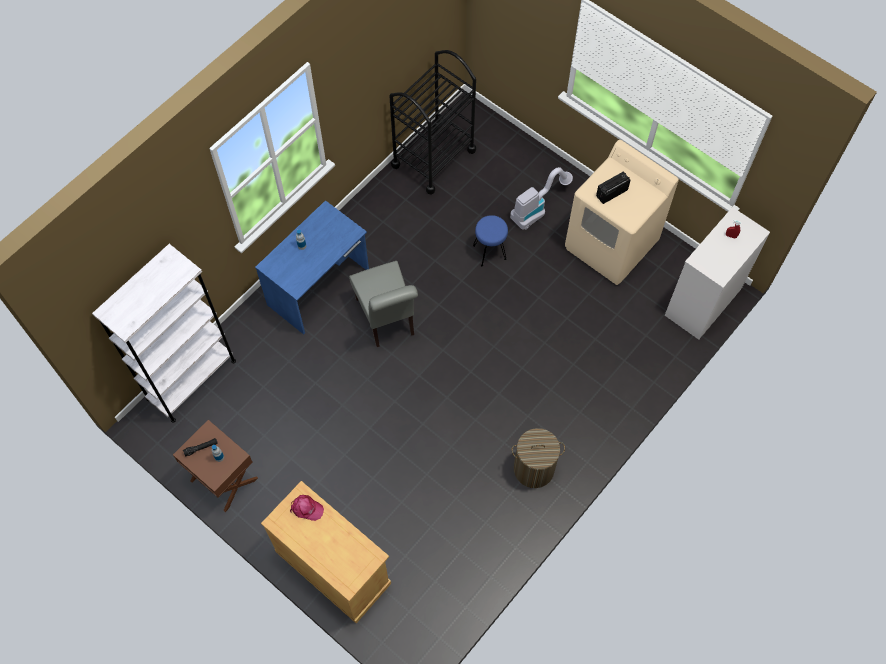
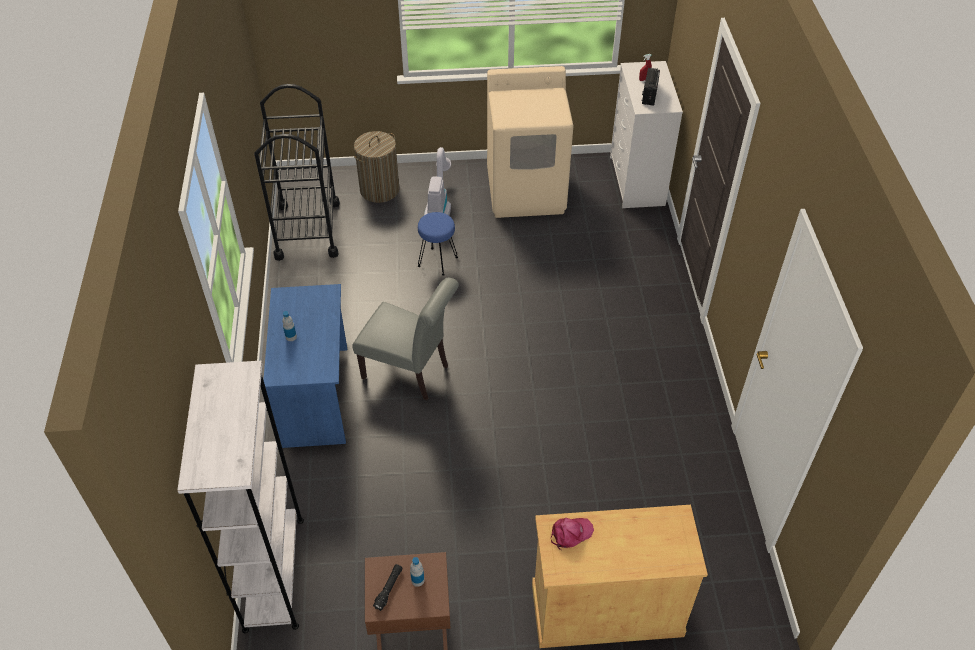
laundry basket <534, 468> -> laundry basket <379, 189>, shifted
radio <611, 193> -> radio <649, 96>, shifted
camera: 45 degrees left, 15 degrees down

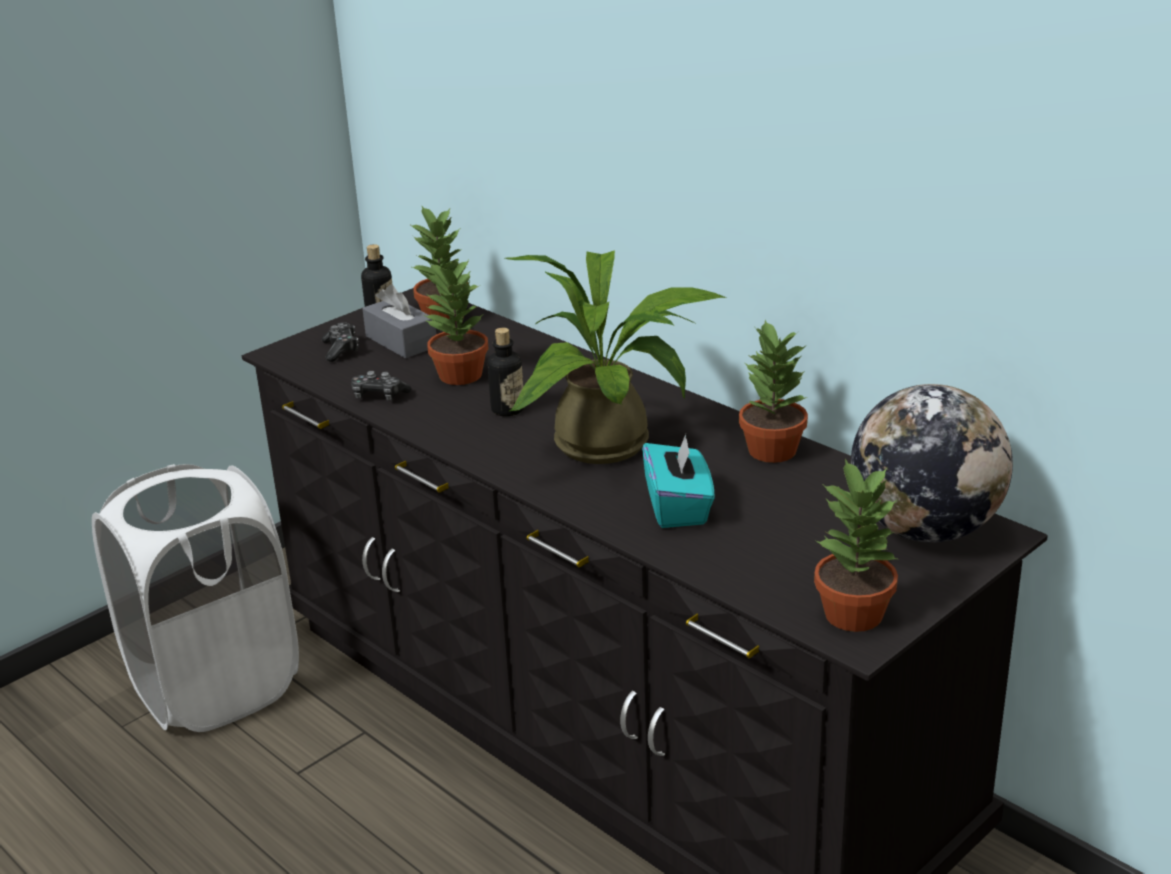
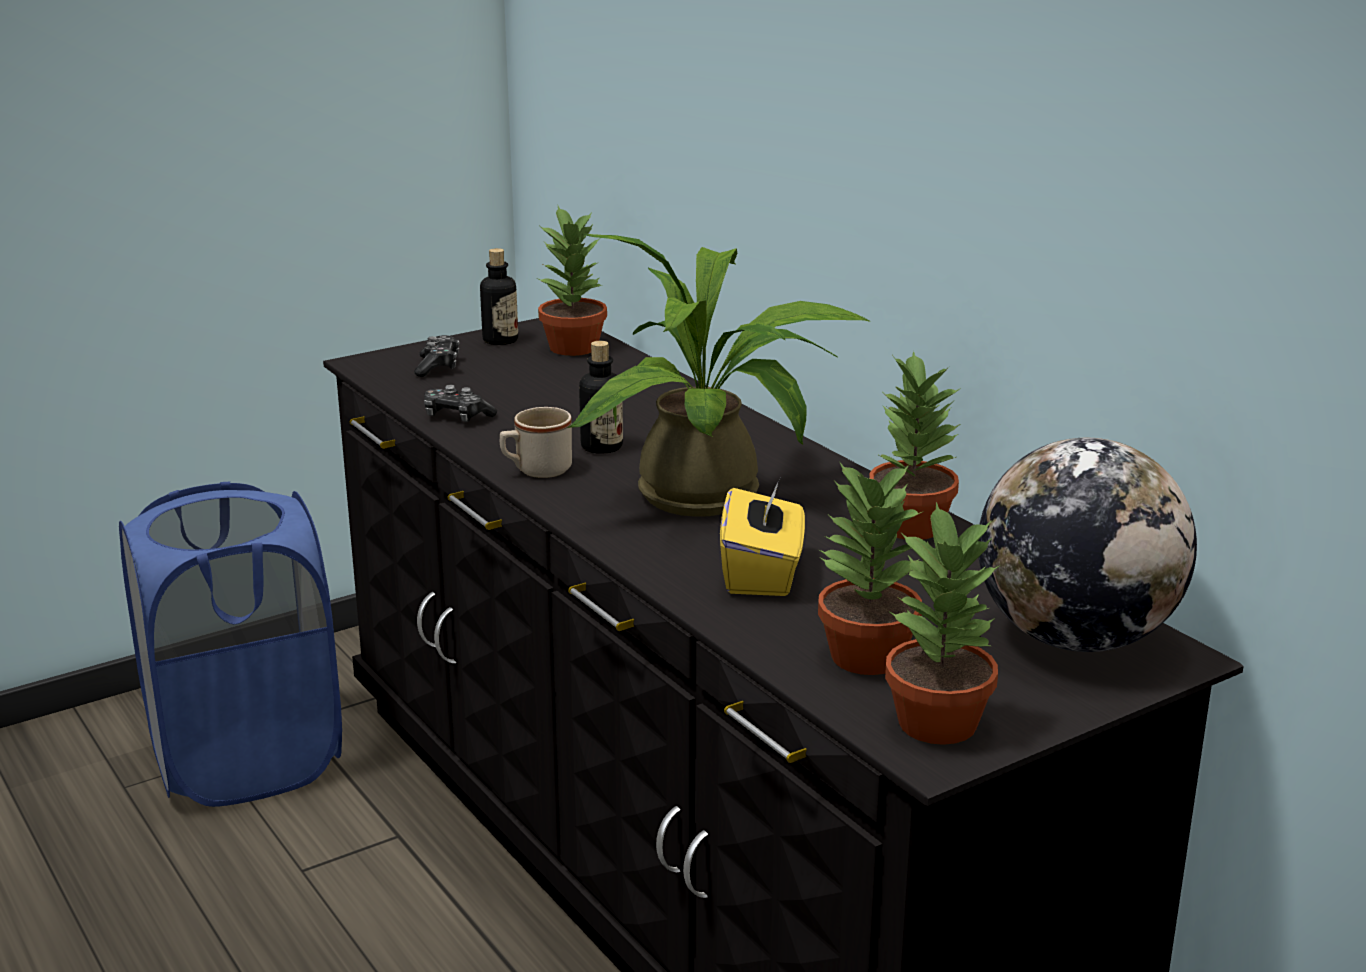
laundry basket in white <216, 686> -> laundry basket in blue <246, 759>
none -> mug in beige <536, 470>
tissue box in turquoise <678, 507> -> tissue box in yellow <762, 574>
potted plant <459, 375> -> potted plant <864, 656>, shifted
tissue box in grey <401, 341> -> none
camera: 10 degrees right, 5 degrees down

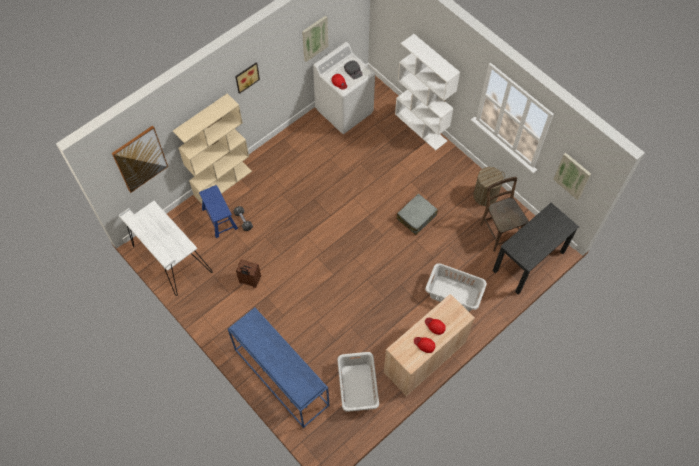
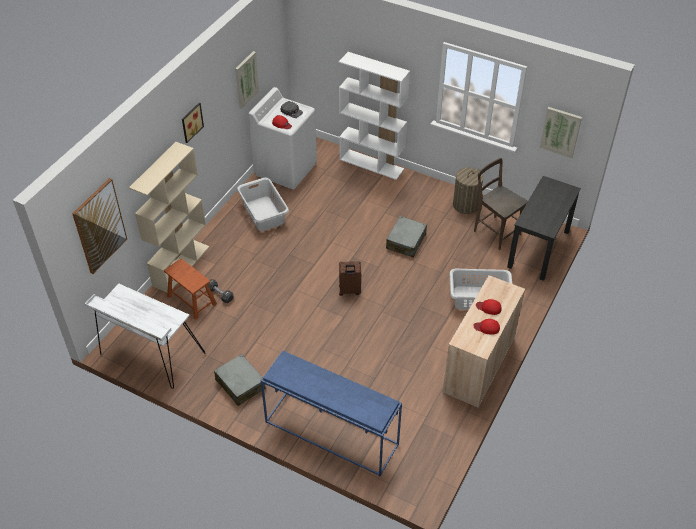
stool in blue <219, 218> -> stool in brown <192, 300>
none -> suitcase in grey <240, 384>
laundry basket in grey <358, 387> -> laundry basket in grey <264, 213>, shifted
suitcase in brown <250, 281> -> suitcase in brown <349, 291>, shifted
camera: 20 degrees left, 15 degrees down

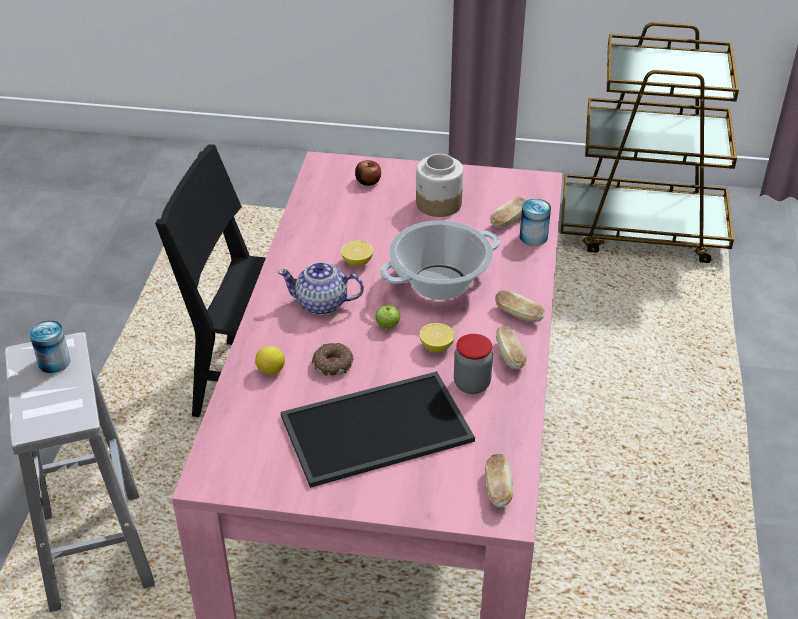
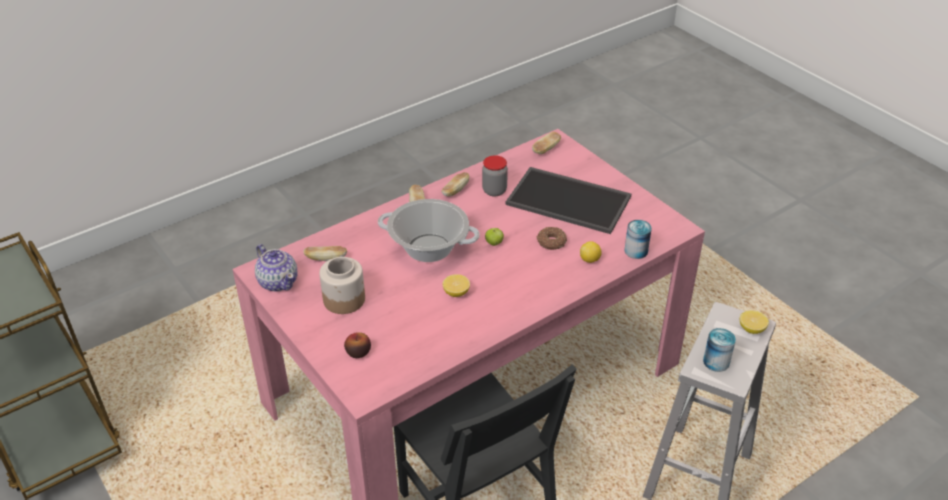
teapot <322, 304> -> teapot <278, 282>, shifted
can <533, 237> -> can <636, 251>, shifted
lemon <436, 346> -> lemon <751, 329>, shifted
camera: 135 degrees left, 0 degrees up

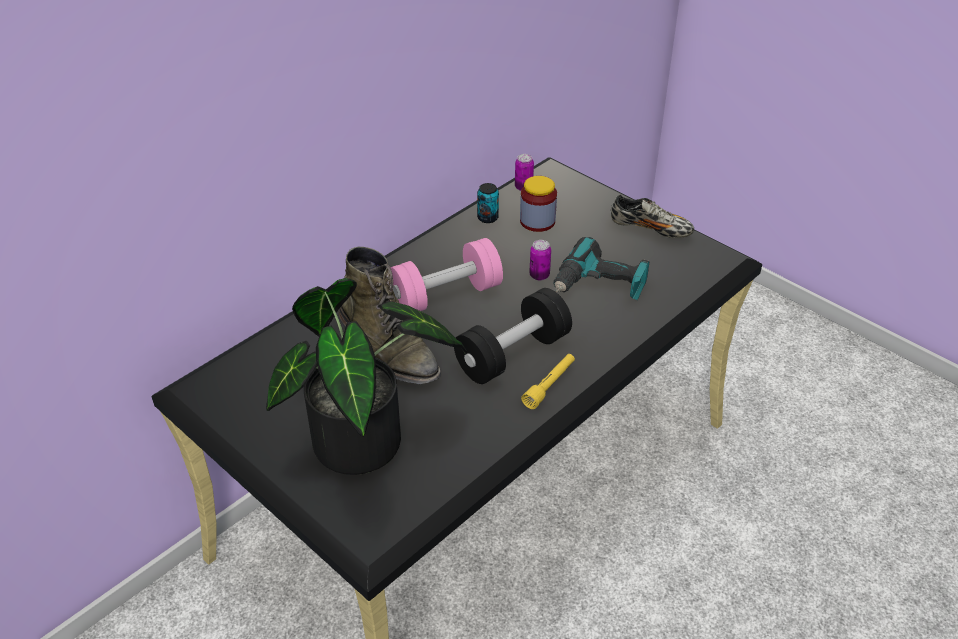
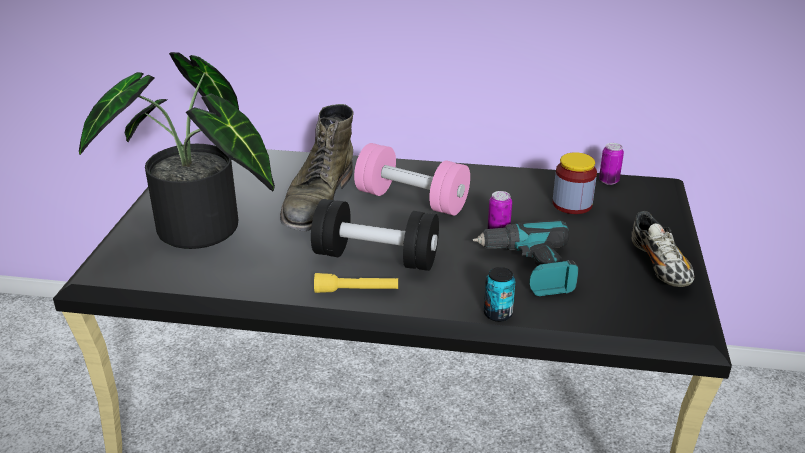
can <487, 218> -> can <498, 314>, shifted
camera: 55 degrees right, 10 degrees down

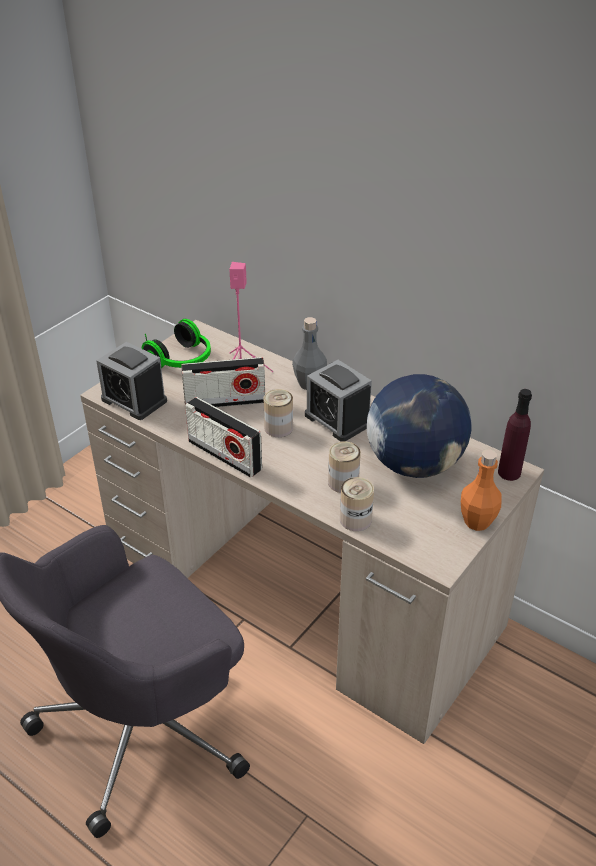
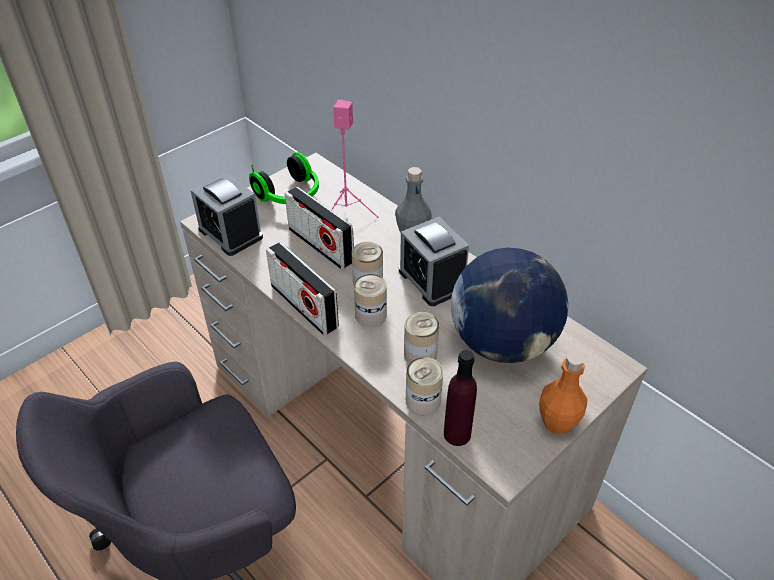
radio <225, 401> -> radio <320, 245>, 45 degrees clockwise
none -> can <370, 315>
bottle in purple <509, 472> -> bottle in purple <457, 434>, shifted
camera: 10 degrees right, 5 degrees up

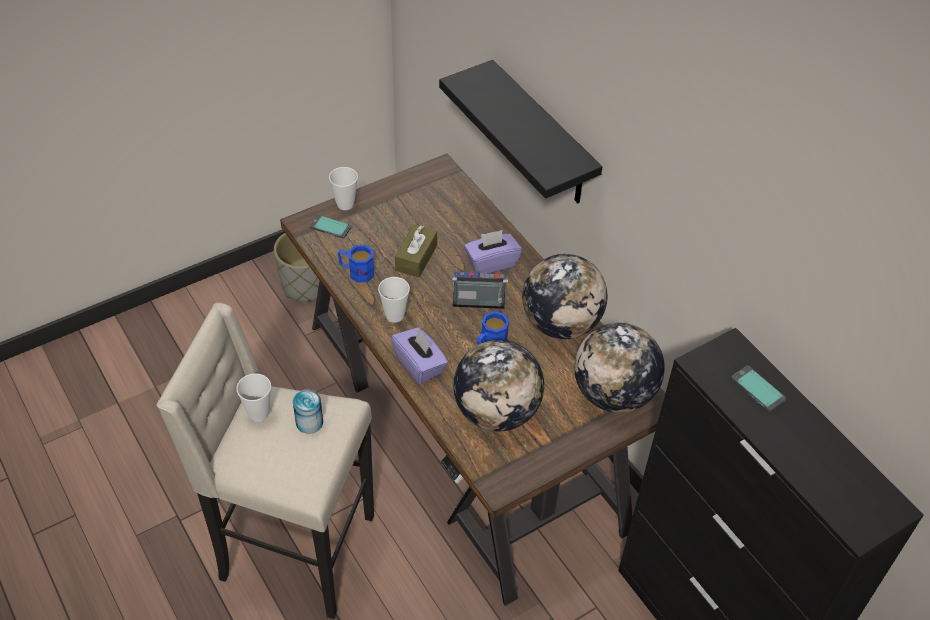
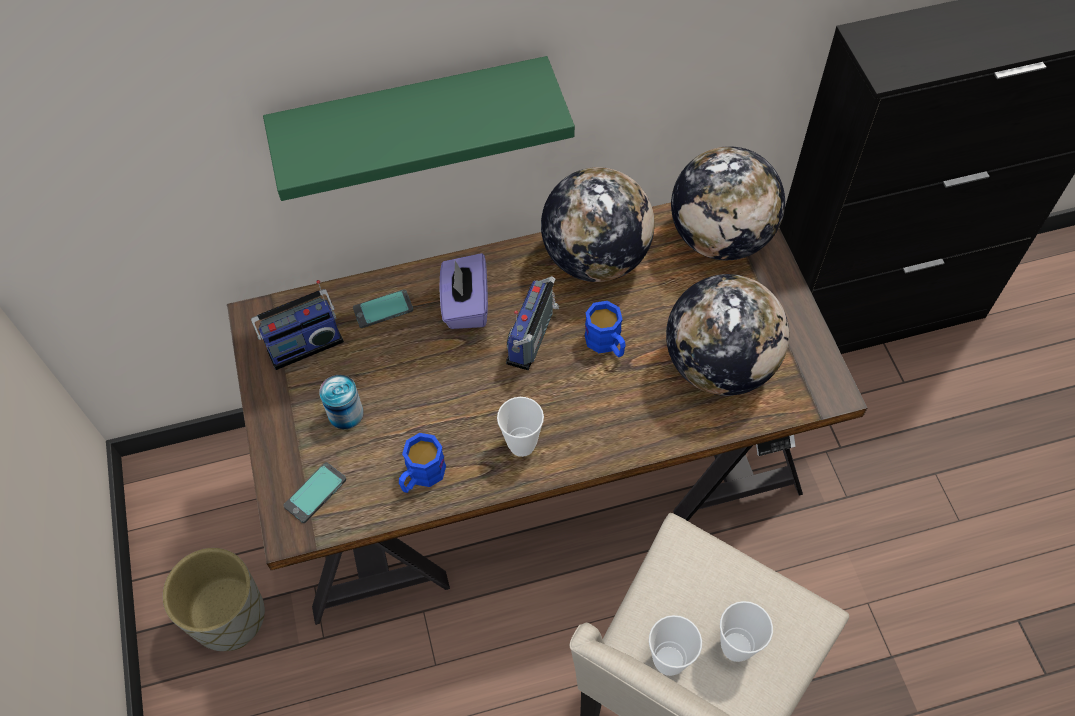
none -> radio <304, 344>
shelf in black <542, 136> -> shelf in green <413, 121>
can <309, 422> -> can <345, 413>, shifted
phone <757, 389> -> phone <383, 310>, shifted
cup <345, 204> -> cup <736, 647>, shifted
tissue box in purple <419, 365> -> none
tissue box in brown <416, 258> -> none
camera: 70 degrees left, 10 degrees up

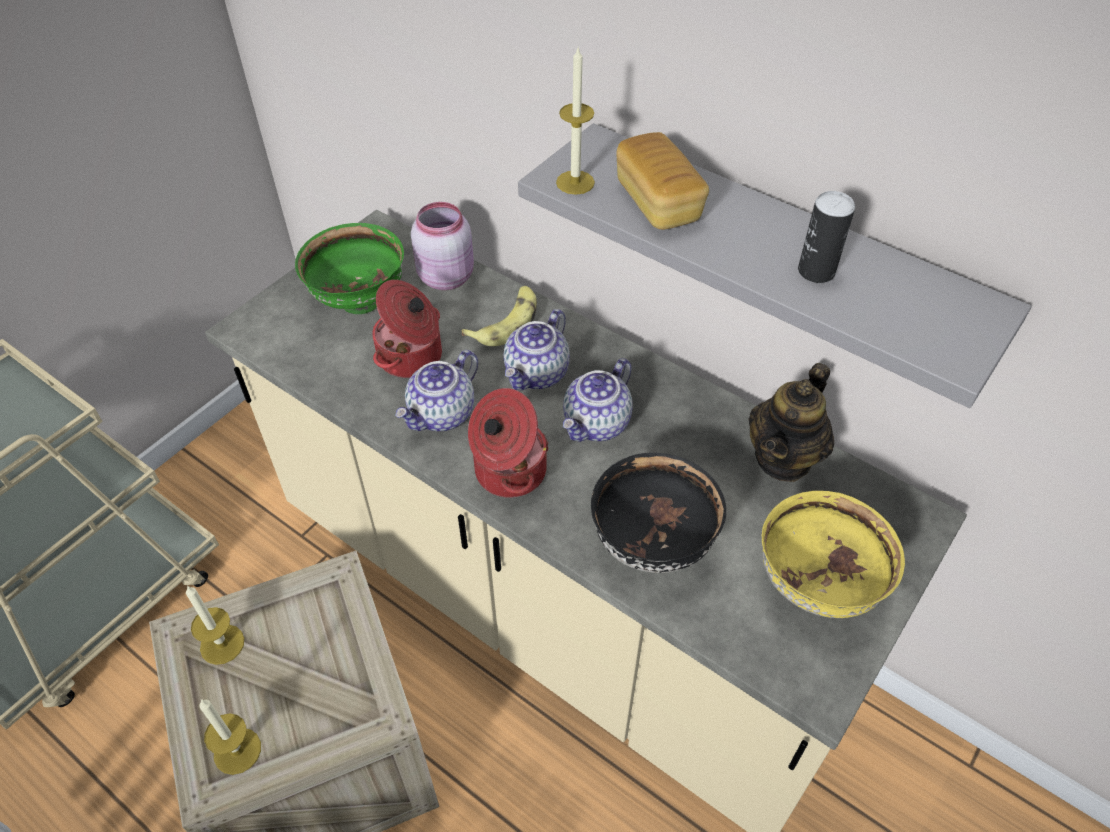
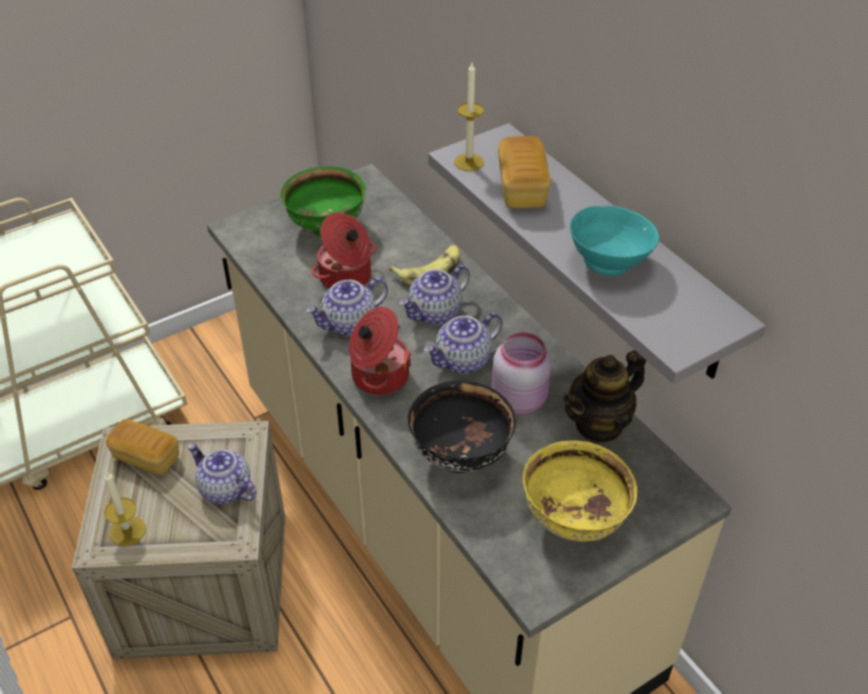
candle <222, 644> -> bread <146, 457>
none -> teapot <224, 489>
jar in pink <446, 276> -> jar in pink <519, 399>, shifted
can <816, 271> -> bowl in turquoise <610, 263>
camera: 20 degrees right, 5 degrees down

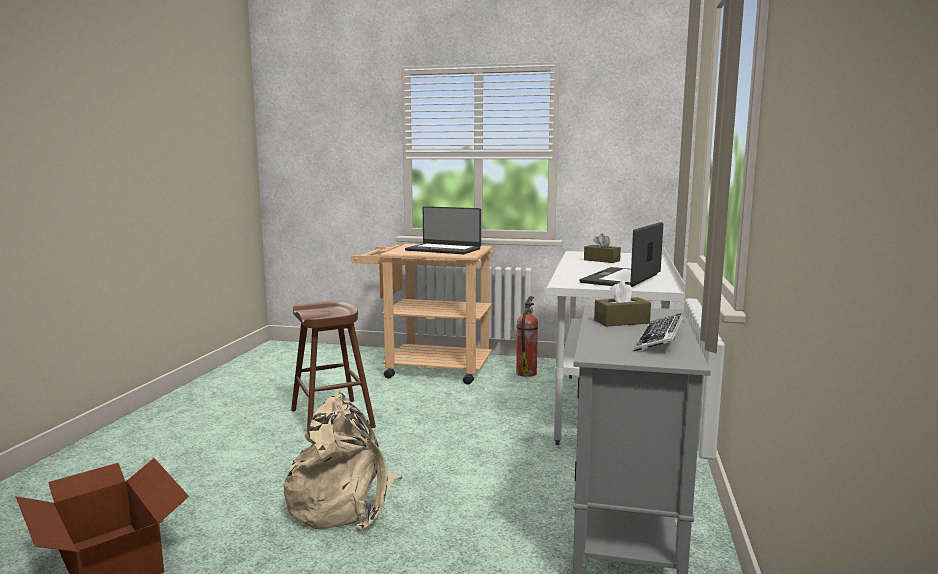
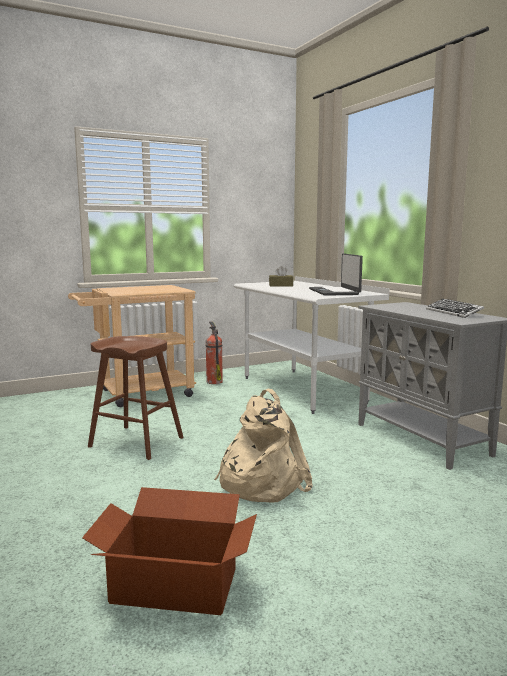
laptop <443, 249> -> none
tissue box in brown <621, 322> -> none
camera: 40 degrees left, 0 degrees up

